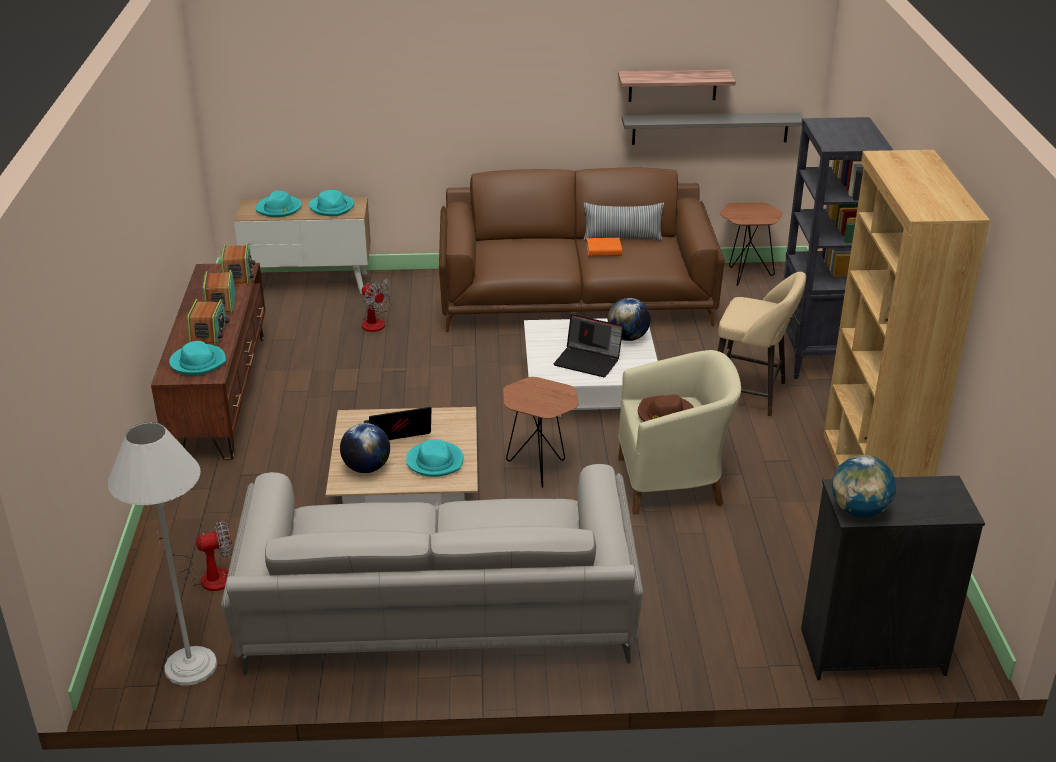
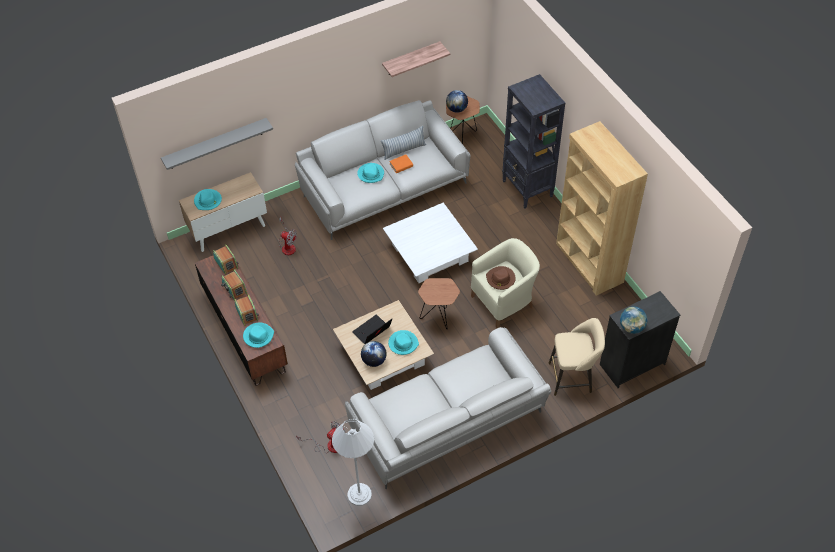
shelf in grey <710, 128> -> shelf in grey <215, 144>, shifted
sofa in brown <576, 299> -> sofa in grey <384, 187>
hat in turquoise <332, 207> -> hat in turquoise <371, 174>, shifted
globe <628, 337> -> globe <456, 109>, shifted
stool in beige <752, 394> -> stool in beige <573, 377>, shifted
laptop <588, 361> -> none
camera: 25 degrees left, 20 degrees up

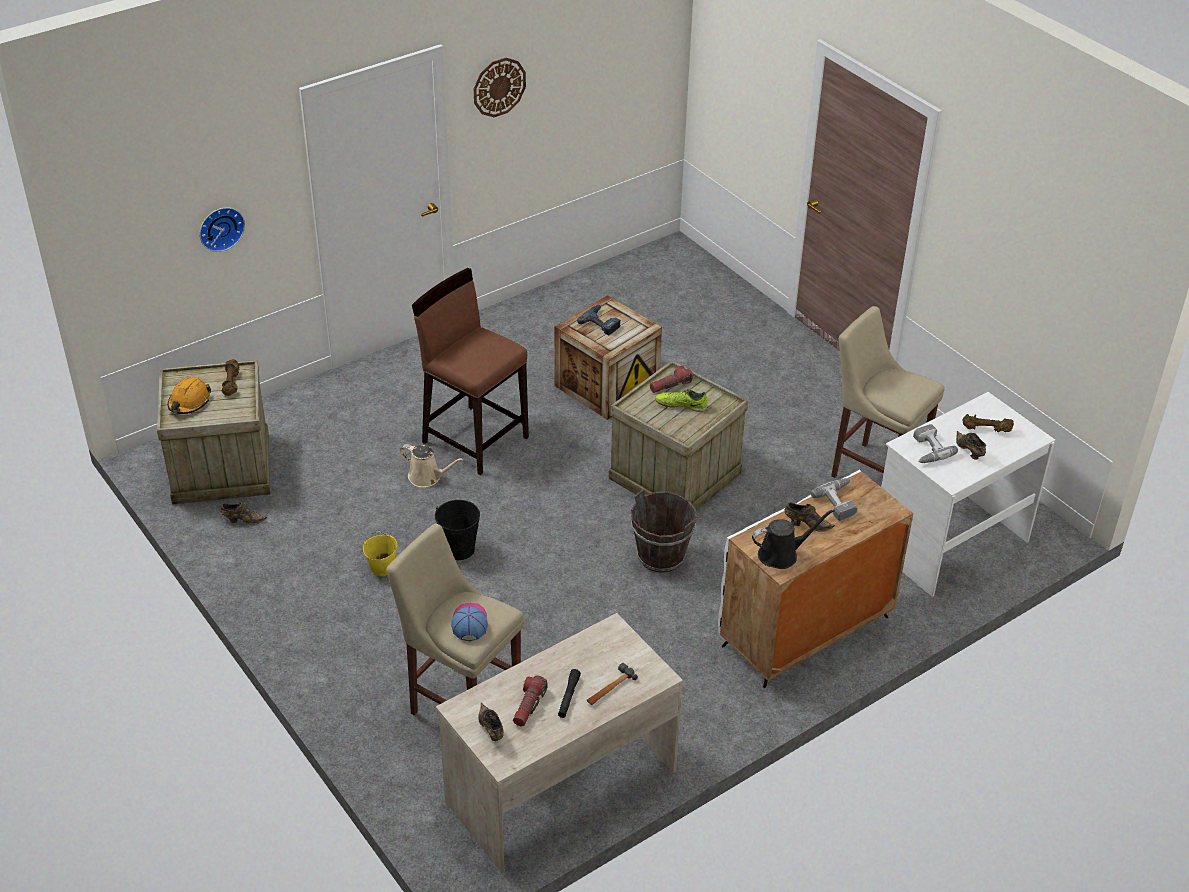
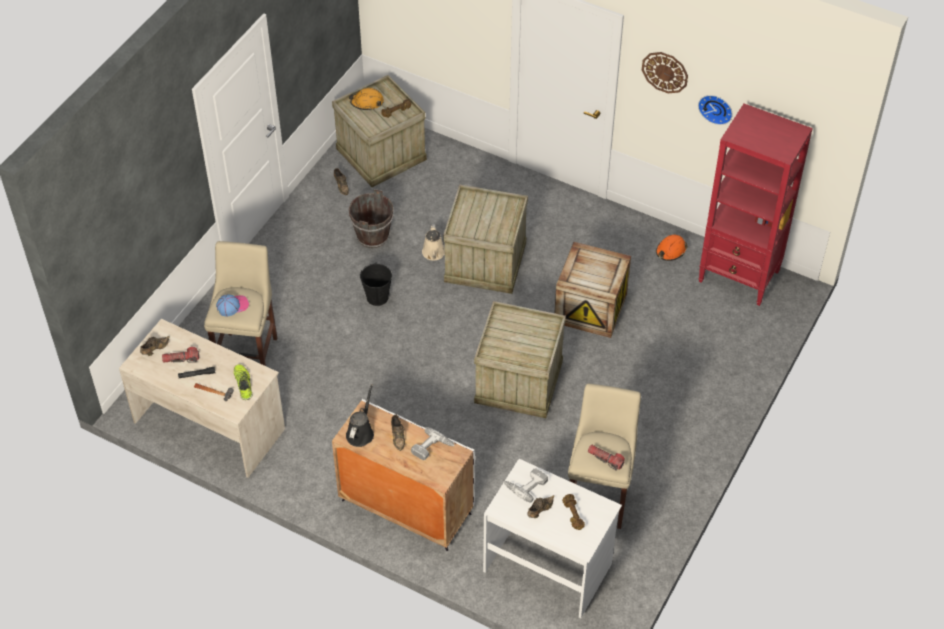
shoe <681, 405> -> shoe <243, 384>, shifted
watering can in black <781, 554> -> watering can in black <361, 432>, 120 degrees counterclockwise
bucket in brown <660, 557> -> bucket in brown <372, 236>, shifted
stool in brown <475, 439> -> crate <486, 261>
flashlight <671, 385> -> flashlight <605, 459>, shifted
none -> hard hat in orange <670, 251>
wall clock <220, 227> -> wall clock <716, 108>, shifted
none -> bookcase in red <739, 277>
bucket in yellow <382, 567> -> none
power drill <601, 322> -> none
camera: 65 degrees right, 10 degrees up

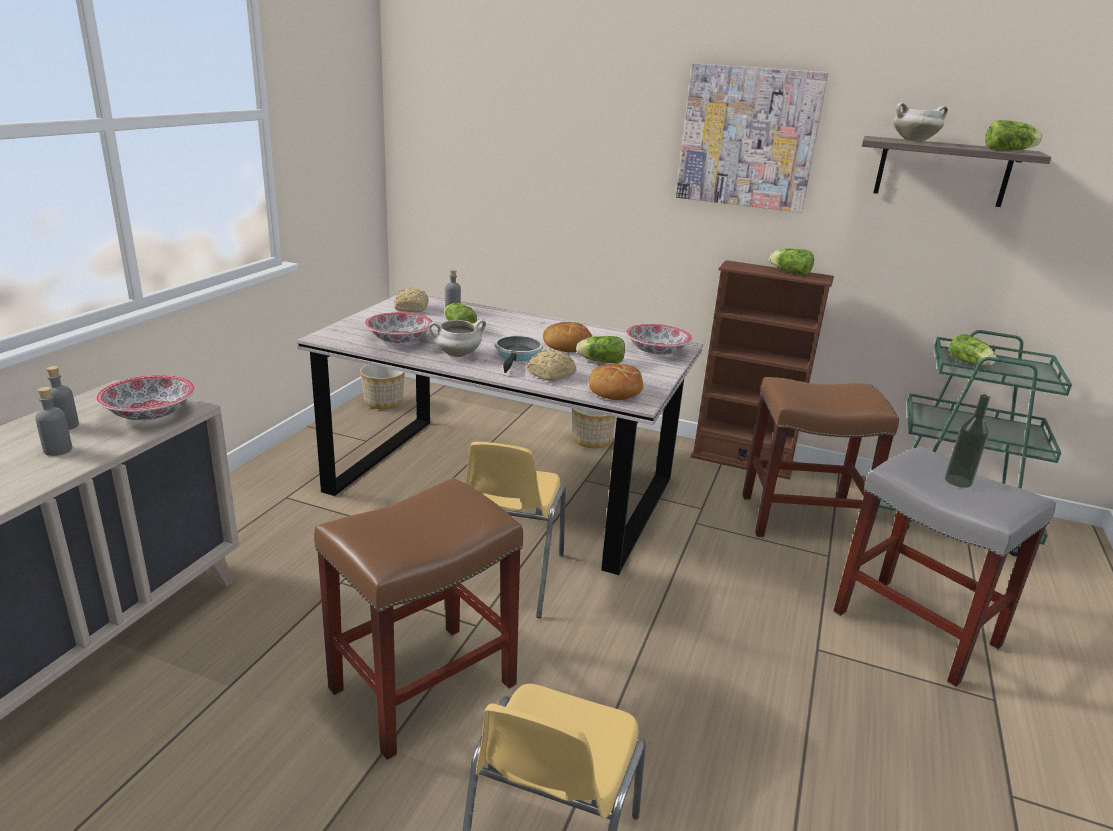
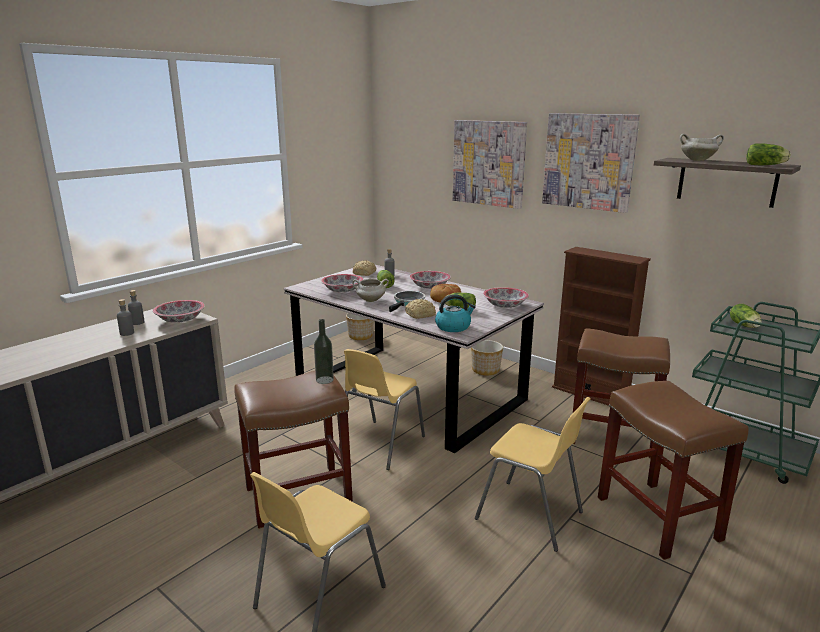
bottle <958, 481> -> bottle <324, 380>, shifted
none -> bowl <429, 287>
bread <615, 391> -> kettle <453, 327>
none -> picture <489, 163>
none -> chair in yellow <530, 516>
stool in grey <917, 629> -> stool in brown <659, 519>
lettuce <789, 271> -> none
camera: 20 degrees right, 5 degrees down

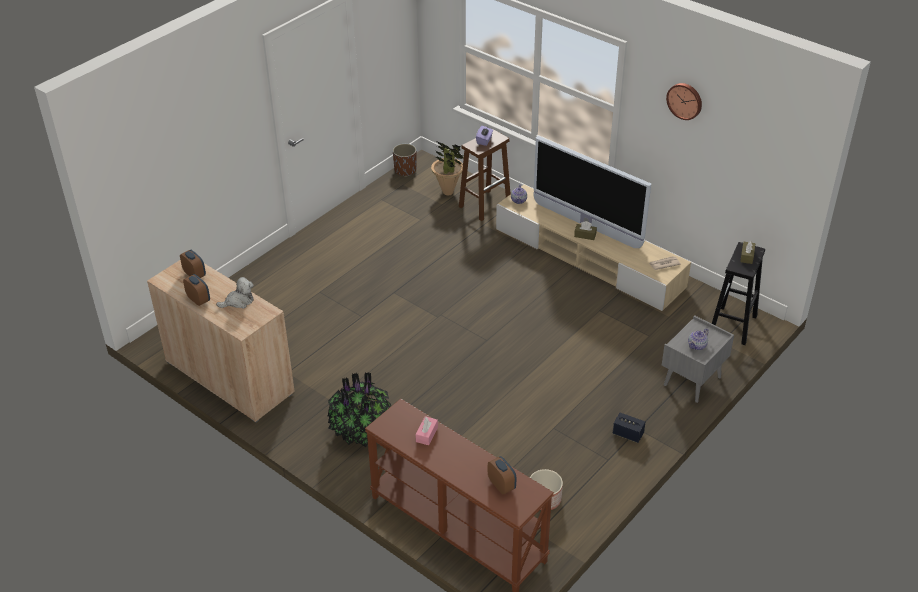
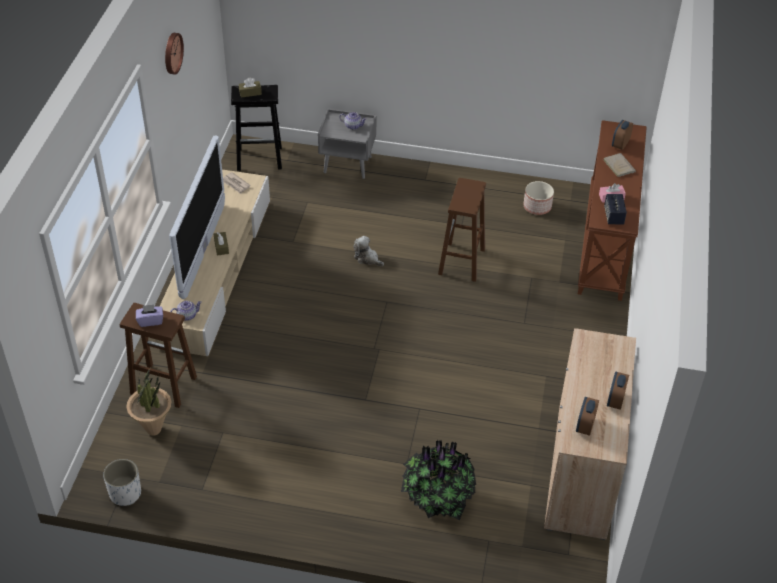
planter in brown <405, 170> -> planter in white <125, 493>
plush toy <238, 301> -> plush toy <367, 258>, shifted
potted plant <361, 431> -> potted plant <437, 499>, shifted
none -> stool in brown <461, 262>
none -> book in beige <618, 165>
speaker <628, 434> -> speaker <613, 216>, shifted
camera: 120 degrees left, 5 degrees up

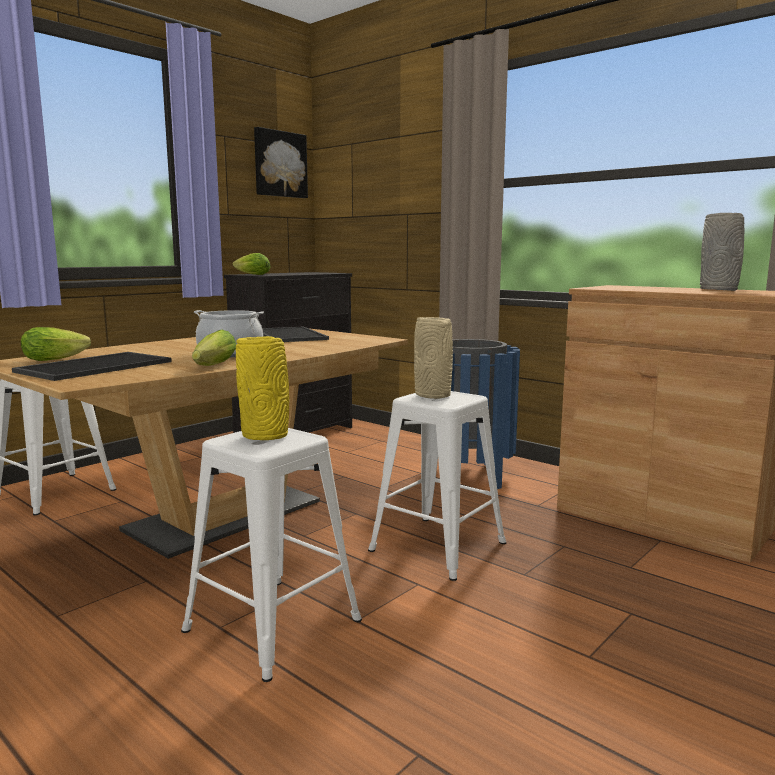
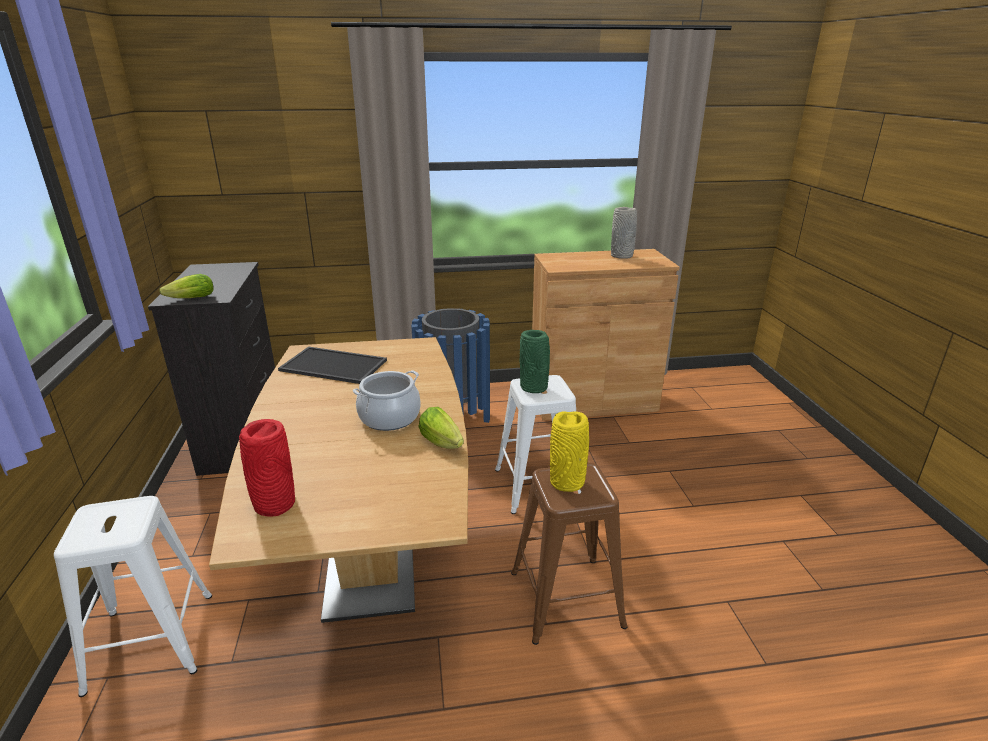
lettuce <58, 359> -> vase in red <273, 505>
stool in white <272, 626> -> stool in brown <567, 599>
vase in beige <433, 395> -> vase in green <534, 388>
tray <95, 366> -> none
picture <279, 164> -> none
camera: 50 degrees left, 15 degrees up

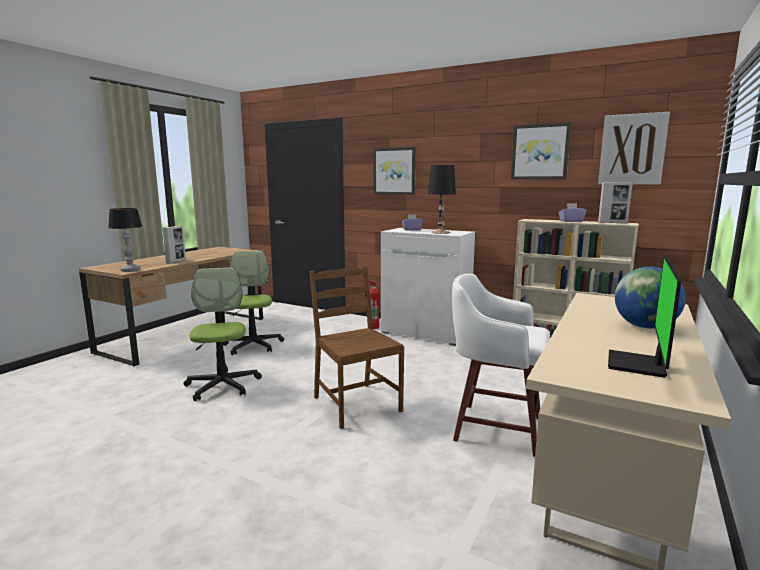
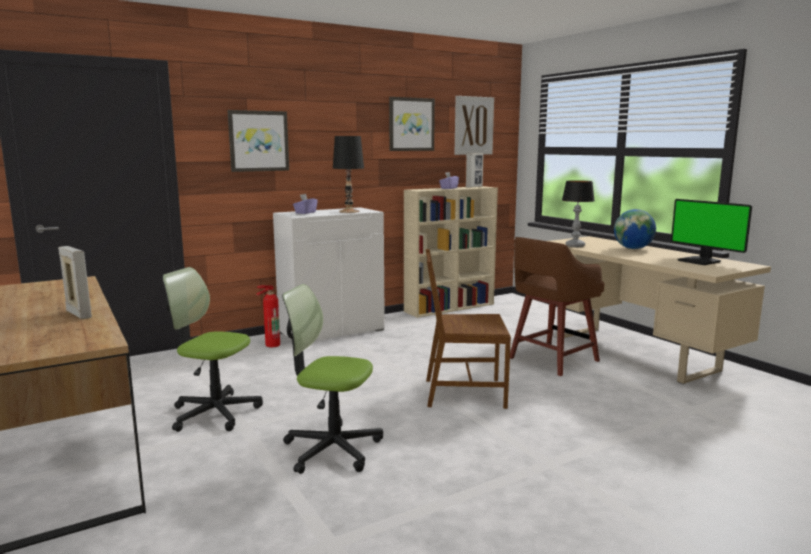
stool in white <495, 427> -> stool in brown <551, 360>
table lamp <131, 270> -> table lamp <574, 246>, shifted
camera: 60 degrees left, 0 degrees up

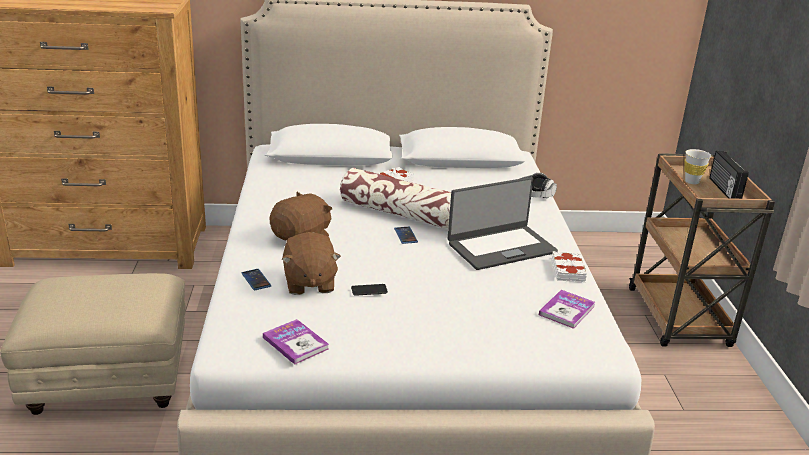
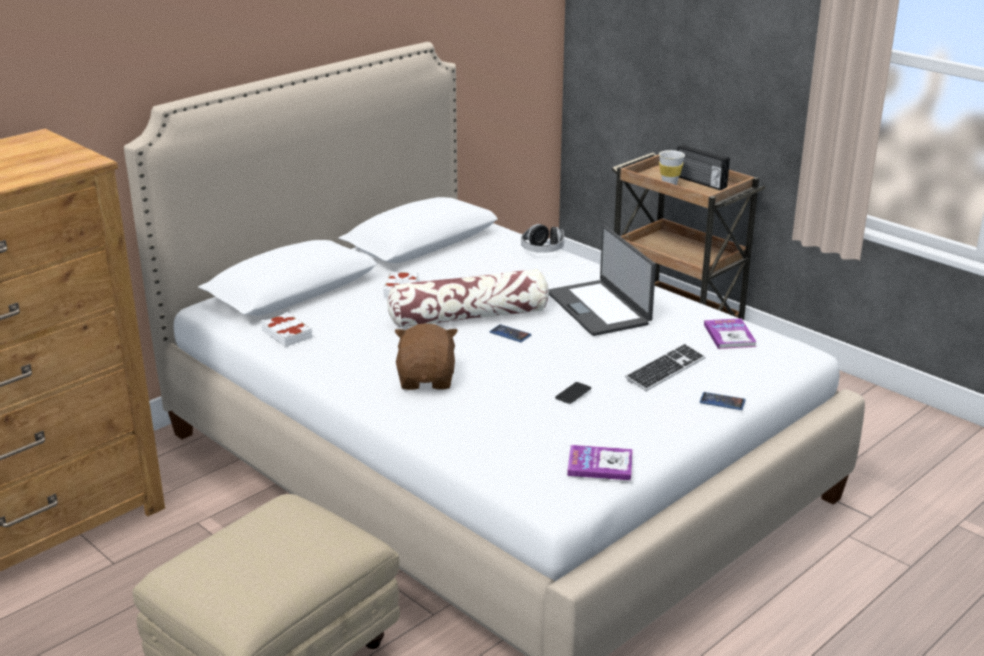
book in white <568, 271> -> book in white <287, 334>, shifted
laptop <501, 247> -> laptop <599, 308>, 135 degrees clockwise
none -> keyboard <665, 369>
phone <256, 280> -> phone <722, 401>, shifted
plush toy in brown <309, 283> -> none
camera: 40 degrees left, 0 degrees up

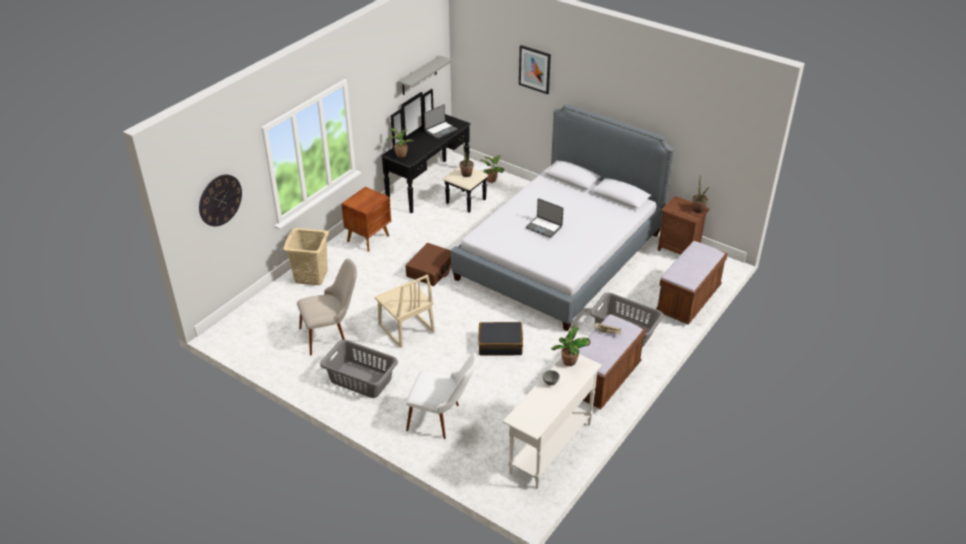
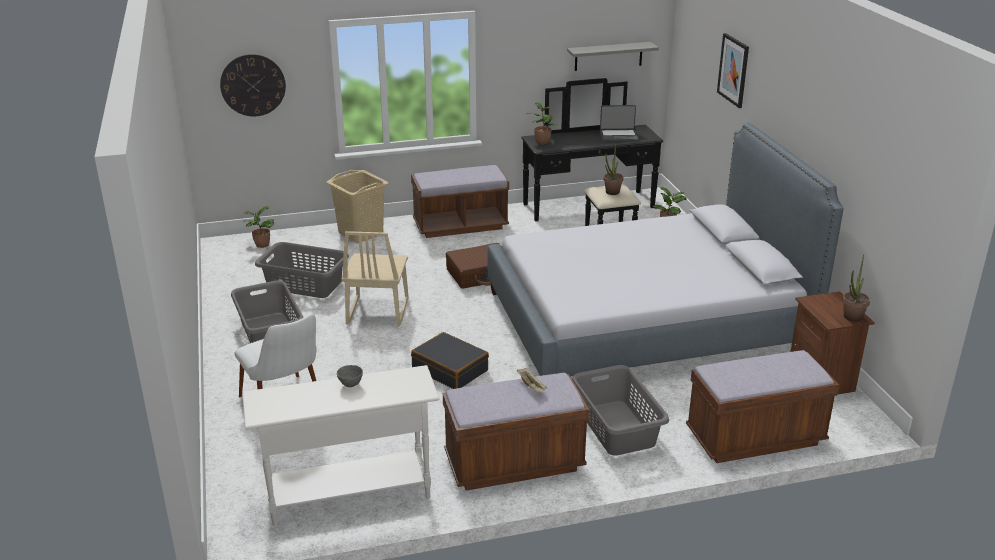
potted plant <569, 362> -> potted plant <261, 245>, shifted
chair in beige <331, 334> -> laundry basket in grey <305, 285>
nightstand in brown <369, 238> -> bench in brown <460, 225>
laptop <544, 227> -> none
camera: 40 degrees right, 10 degrees down

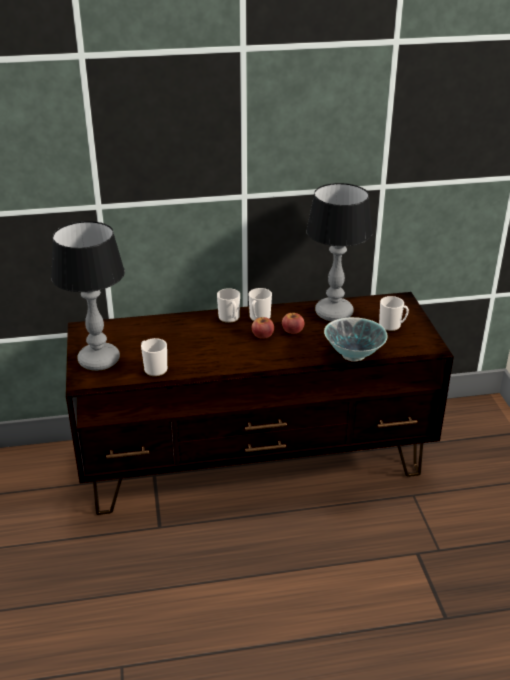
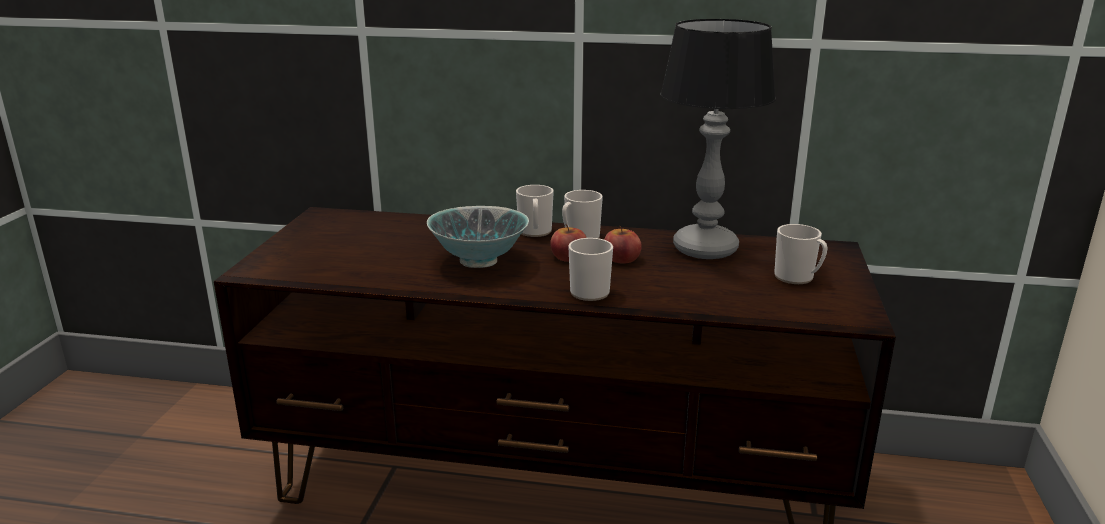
bowl <354, 356> -> bowl <479, 262>, shifted
mug <154, 368> -> mug <587, 290>, shifted
table lamp <100, 360> -> none
camera: 20 degrees right, 10 degrees down

